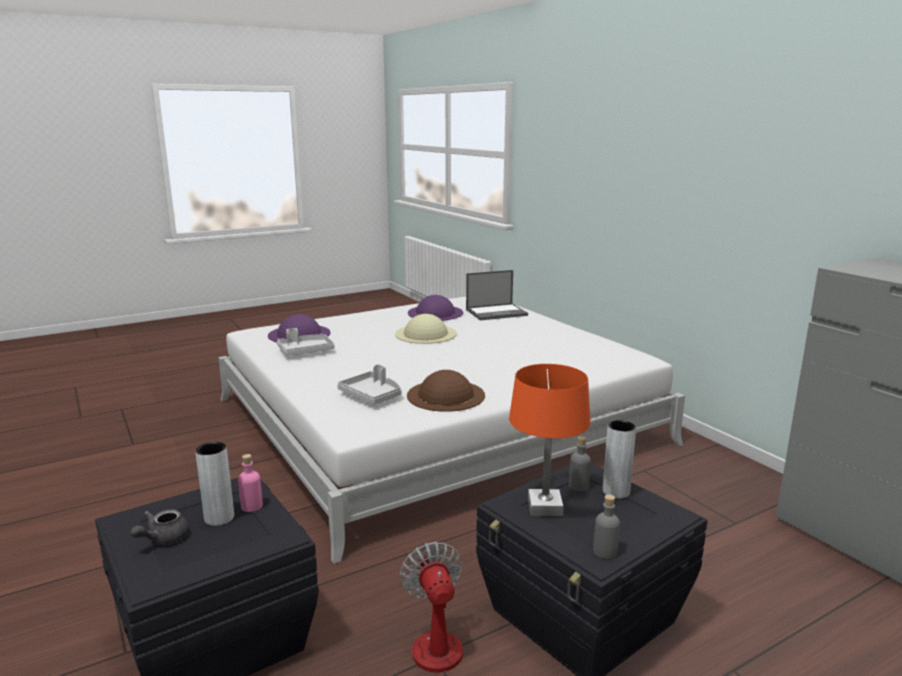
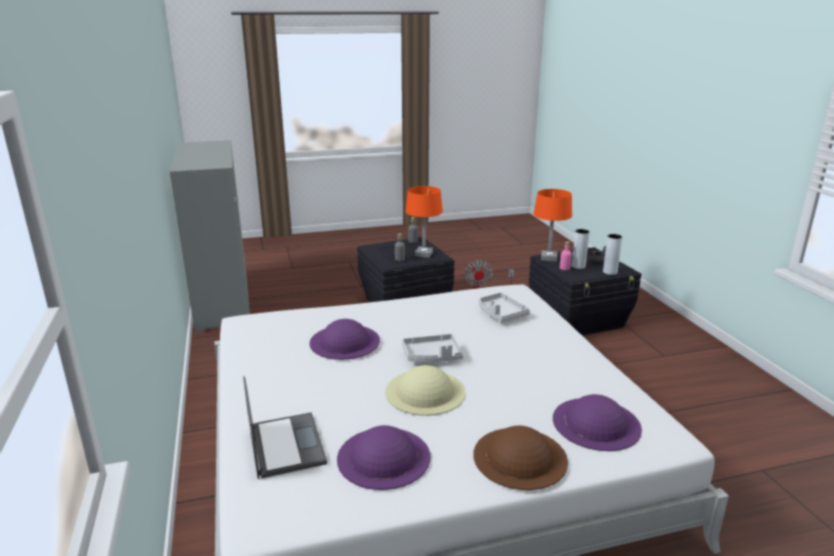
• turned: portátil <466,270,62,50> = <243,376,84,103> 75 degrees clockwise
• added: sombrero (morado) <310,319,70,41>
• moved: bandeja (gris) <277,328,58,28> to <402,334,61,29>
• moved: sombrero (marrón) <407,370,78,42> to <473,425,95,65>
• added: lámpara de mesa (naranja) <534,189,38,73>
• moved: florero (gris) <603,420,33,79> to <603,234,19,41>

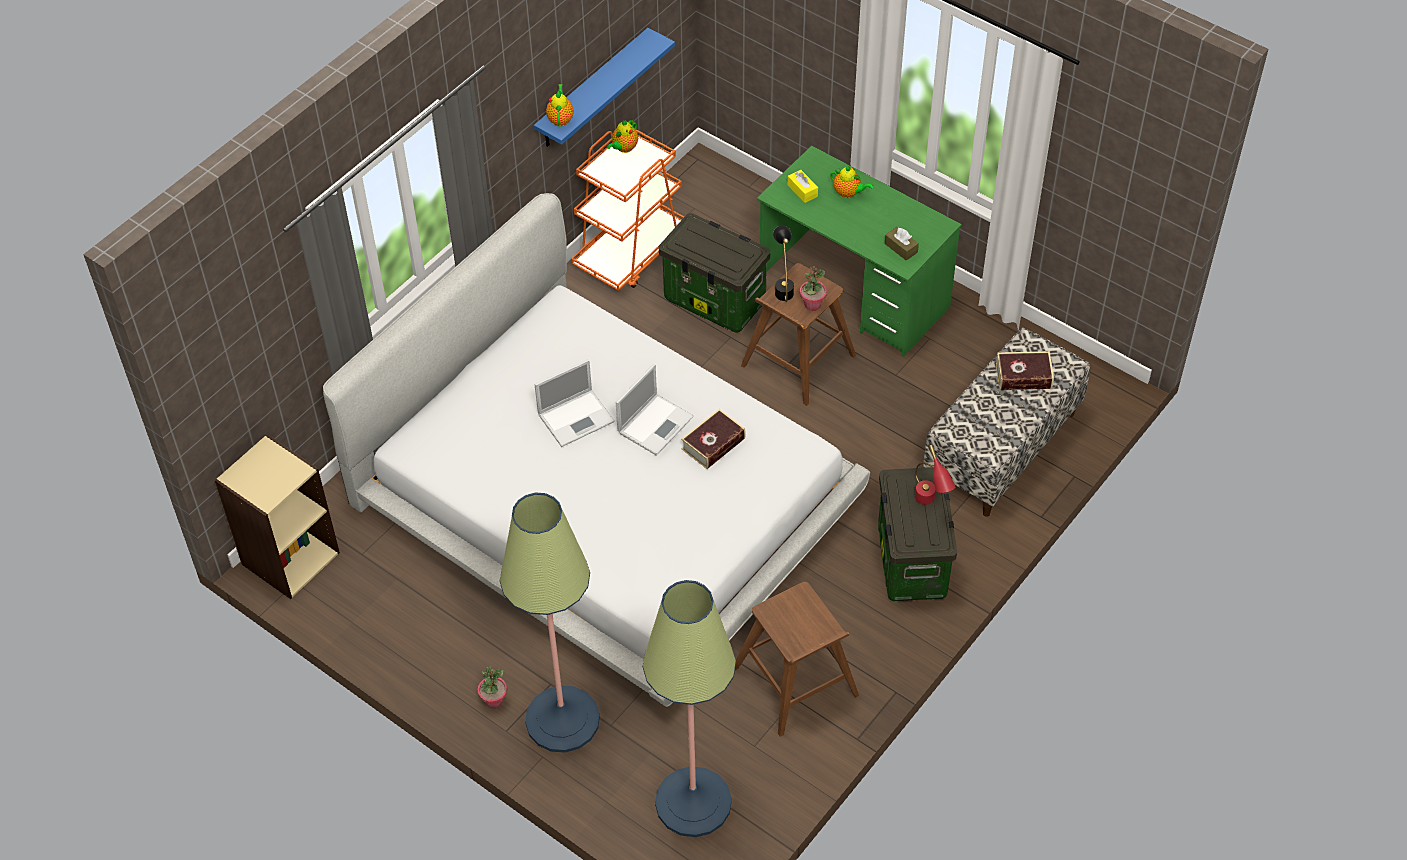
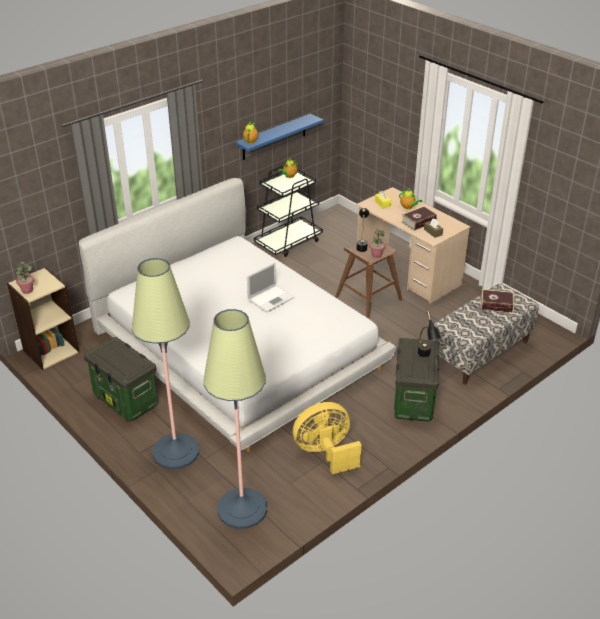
• moved: planta en maceta <478,666,29,42> to <16,262,18,32>
• moved: caja de almacenaje <659,213,111,119> to <84,337,74,84>
• recoloured: carrito (naranja) <571,129,113,162> to carrito (negro) <254,166,69,91>
• replaced: taburete (marrón) <735,582,124,155> to ventilador (amarillo) <293,402,68,72>
• recoloured: escritorio (verde) <757,146,205,211> to escritorio (beis) <356,187,115,117>
• moved: libro <681,409,65,60> to <401,206,36,25>
• recoloured: lámpara de mesa (rojo) <915,445,40,60> to lámpara de mesa (negro) <418,311,23,46>
• removed: portátil <535,359,80,88>

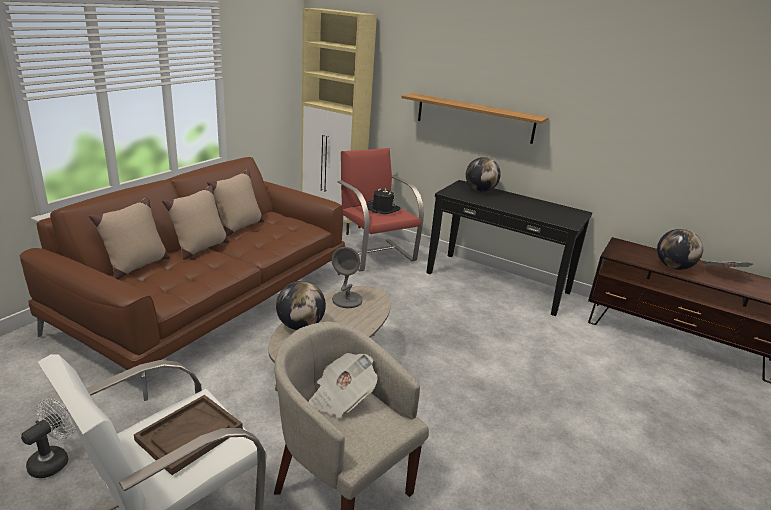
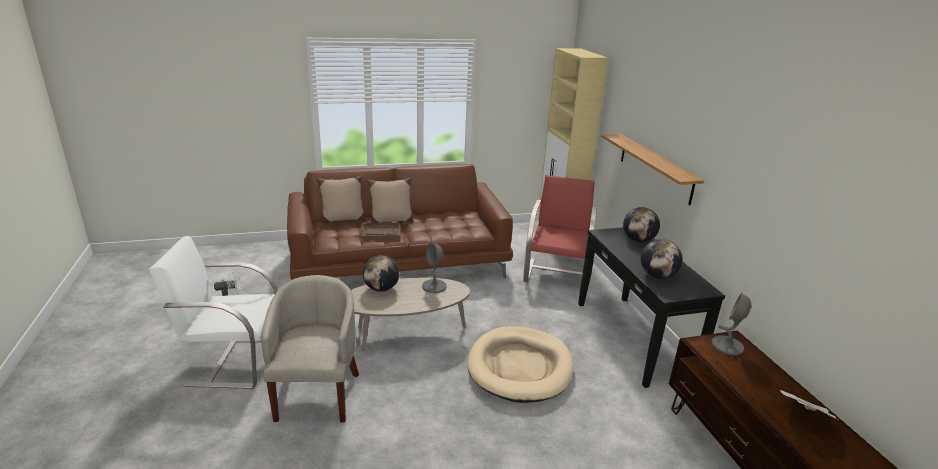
• moved: bandeja (marrón) <134,395,109,80> to <361,223,39,16>
• added: cama para perro (beis) <467,326,107,77>
• moved: globo terráqueo <657,229,46,41> to <640,239,43,40>
• added: lámpara de mesa (gris) <712,293,40,63>
• removed: cojín (beis) <207,169,57,67>
• removed: periódico <308,353,70,65>
• removed: sombrero (negro) <366,188,35,26>

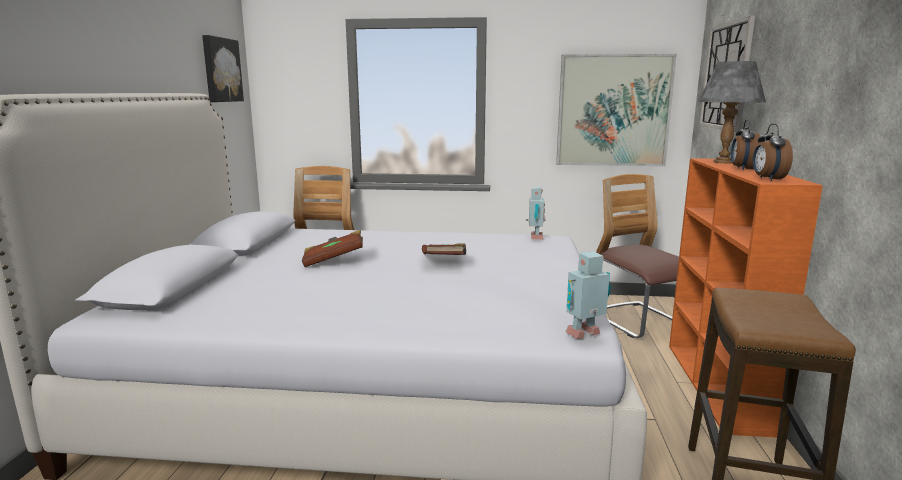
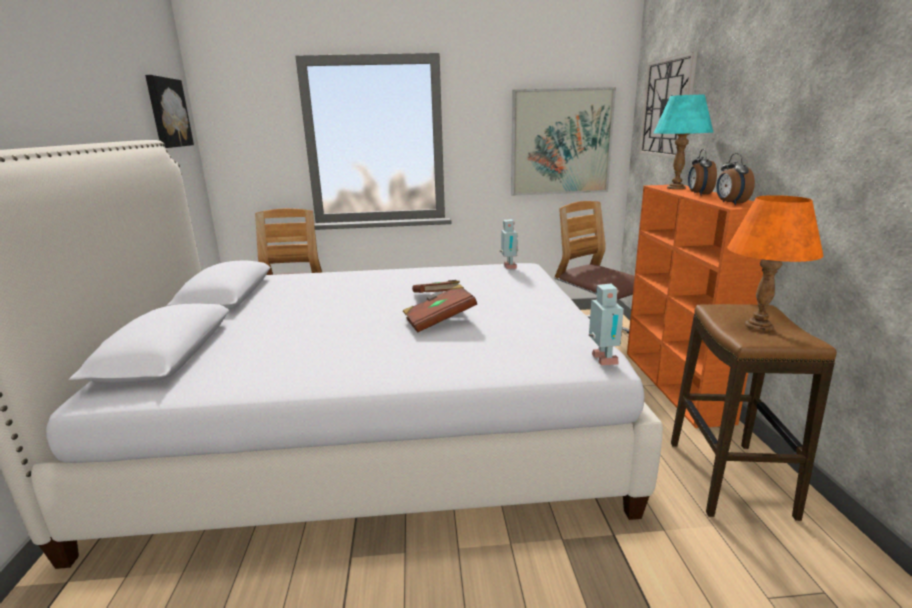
• moved: libro (marrón) <302,230,61,37> to <403,284,74,49>
• turned: robot de juguete <566,251,45,88> = <589,284,35,81> 120 degrees clockwise
• recoloured: lámpara de mesa (gris) <698,61,68,102> to lámpara de mesa (turquesa) <654,95,59,94>
• added: lámpara de mesa (naranja) <727,195,96,136>

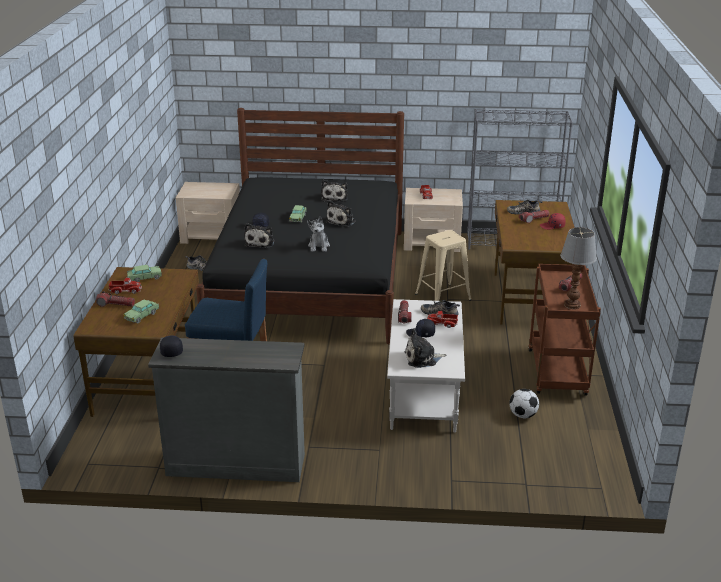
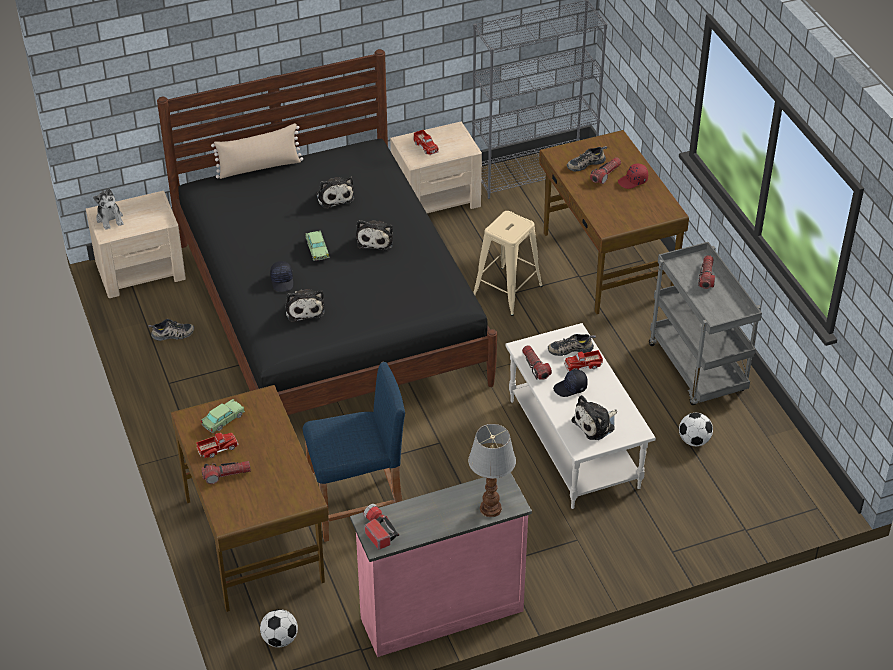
• moved: peluche <307,216,23,36> to <93,188,31,42>
• added: cojín (beis) <211,123,92,56>
• added: balón de fútbol <260,609,38,38>
• recoloured: cómoda (gris) <148,337,157,145> to cómoda (rosa) <350,472,182,185>
• replaced: gorra (negro) <160,335,23,22> to linterna <363,504,36,46>
• moved: lámpara de mesa <560,227,37,82> to <468,424,48,93>
• recoloured: carrito (marrón) <528,264,73,131> to carrito (gris) <649,242,113,163>
• removed: coche de juguete <124,300,35,24>

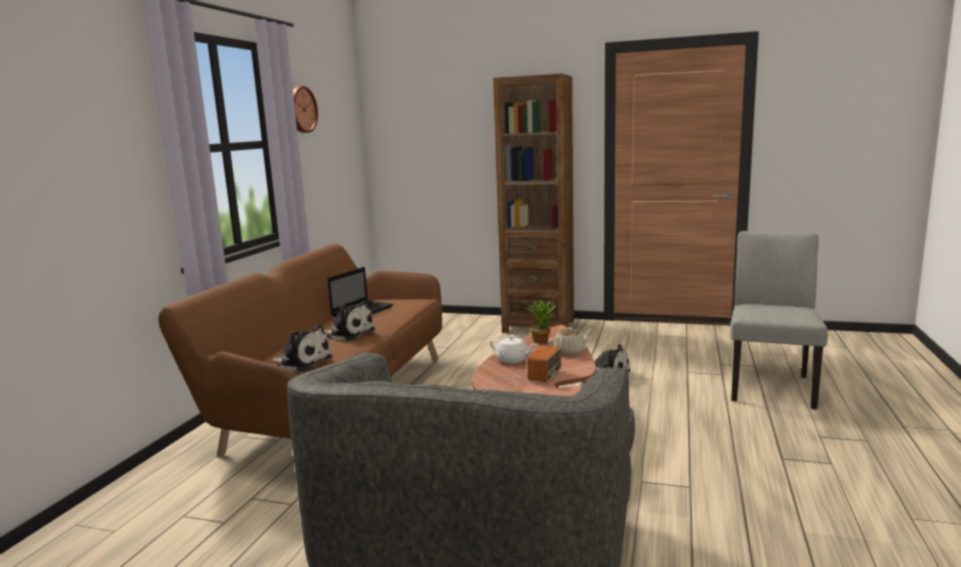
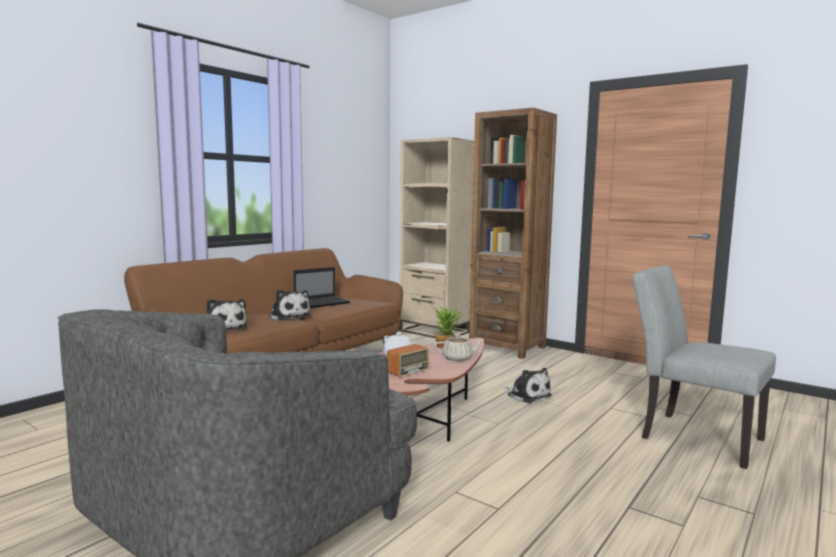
• added: estantería (beis) <399,137,75,201>
• turned: silla (gris) <730,231,98,179> = <632,265,144,204> 90 degrees counterclockwise
• removed: reloj de pared <293,86,25,47>

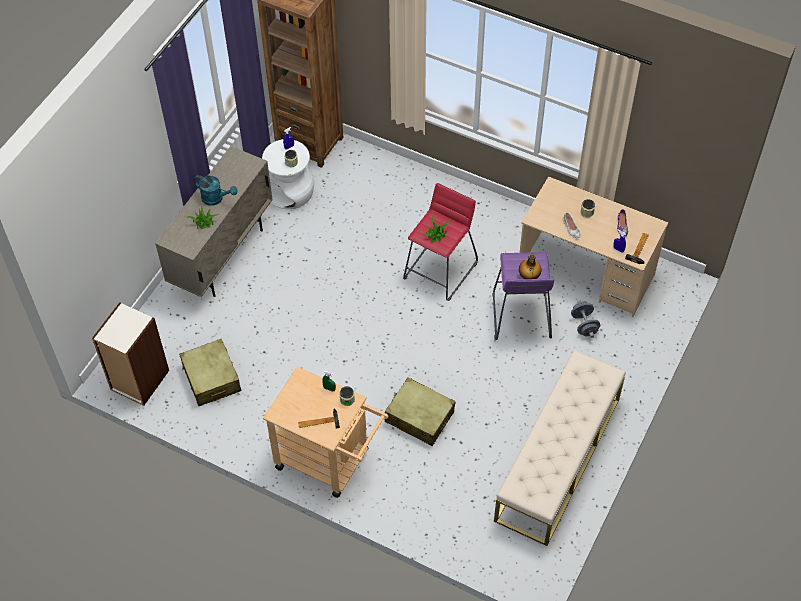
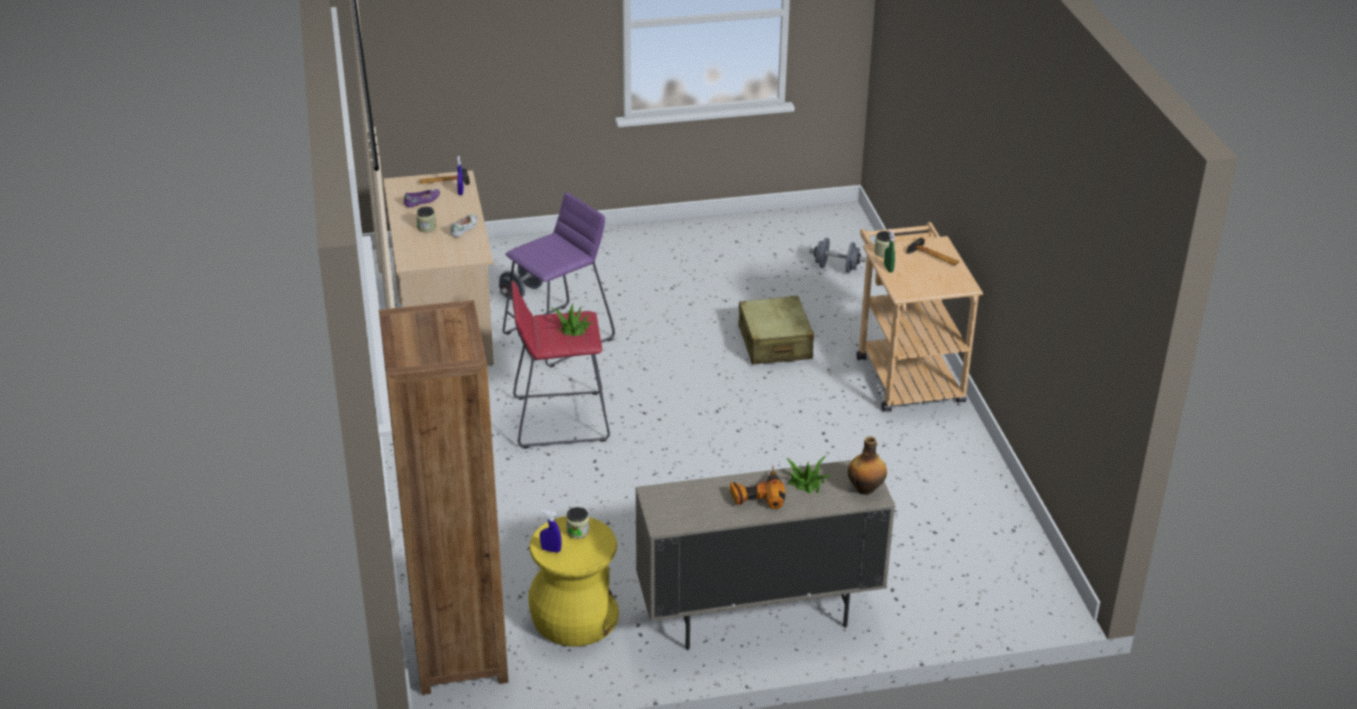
• recoloured: taburete (blanco) <262,139,52,70> to taburete (amarillo) <528,516,91,130>
• replaced: regadera (turquesa) <194,175,44,31> to taladro <730,466,55,43>
• added: mancuerna (gris) <809,238,57,35>
• moved: botella <519,254,22,25> to <848,437,39,58>
• removed: estantería <92,302,77,104>
• removed: maleta (beis) <179,339,63,67>
• removed: banco (beis) <494,350,132,196>

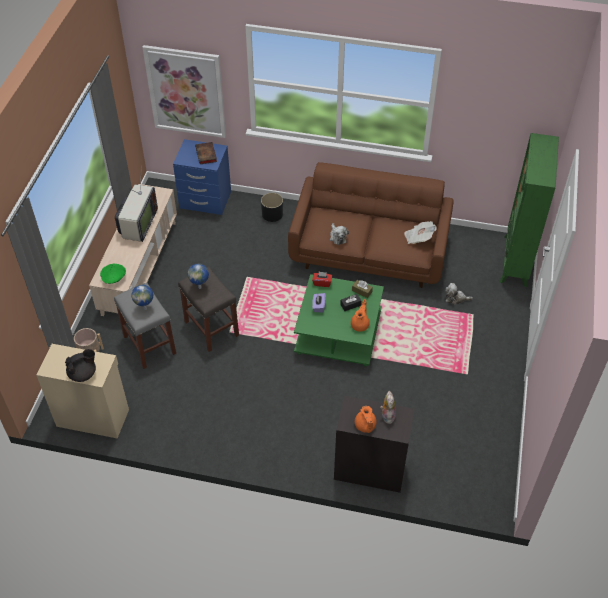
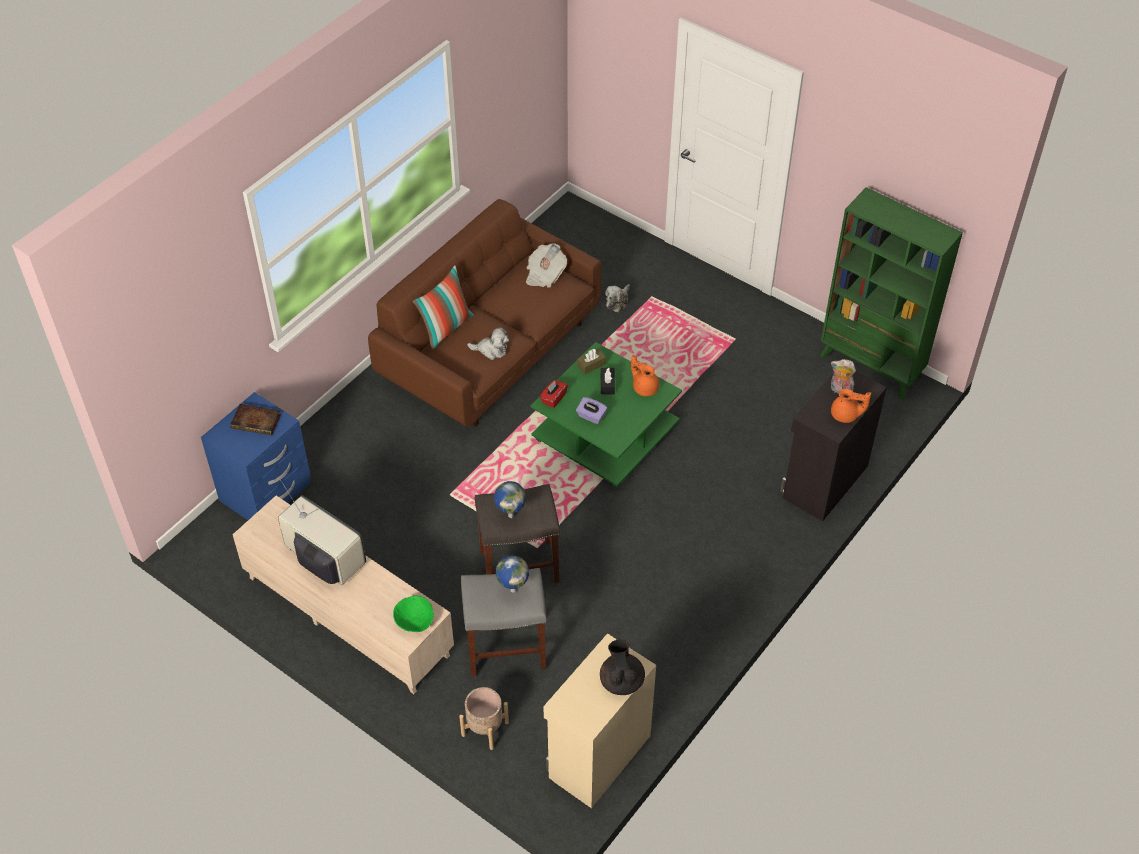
• added: cojín <413,265,60,85>
• moved: estantería (verde) <499,133,60,154> to <820,187,143,212>
• removed: cuadro <142,45,84,93>
• removed: maceta (negro) <261,193,22,29>

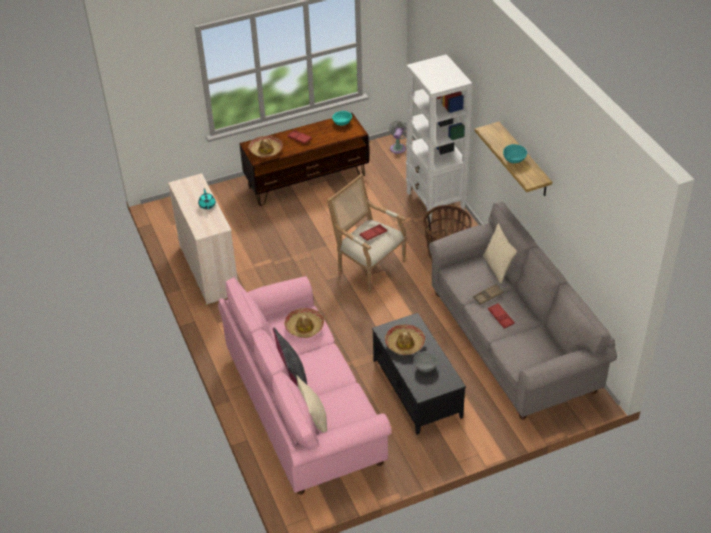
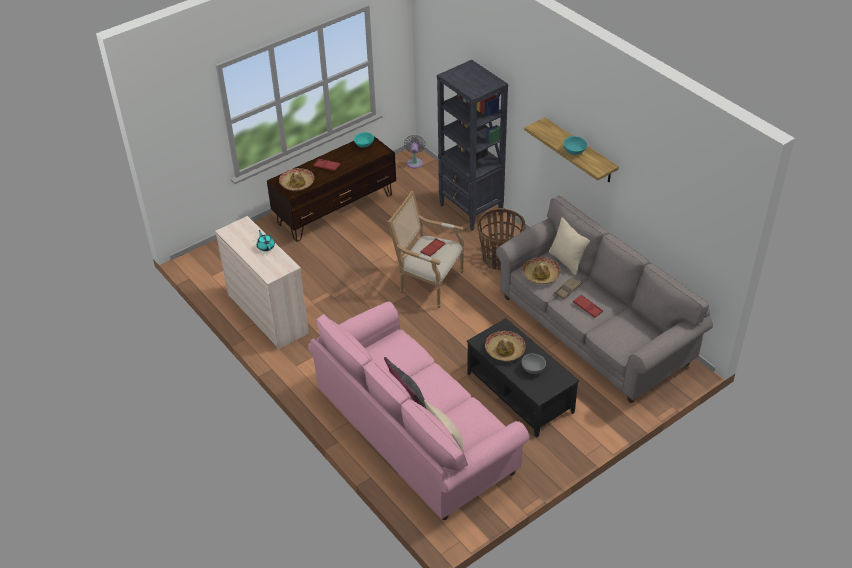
• recoloured: estantería (blanco) <406,54,66,169> to estantería (negro) <437,60,71,171>
• moved: sombrero <284,308,40,30> to <522,257,39,27>

